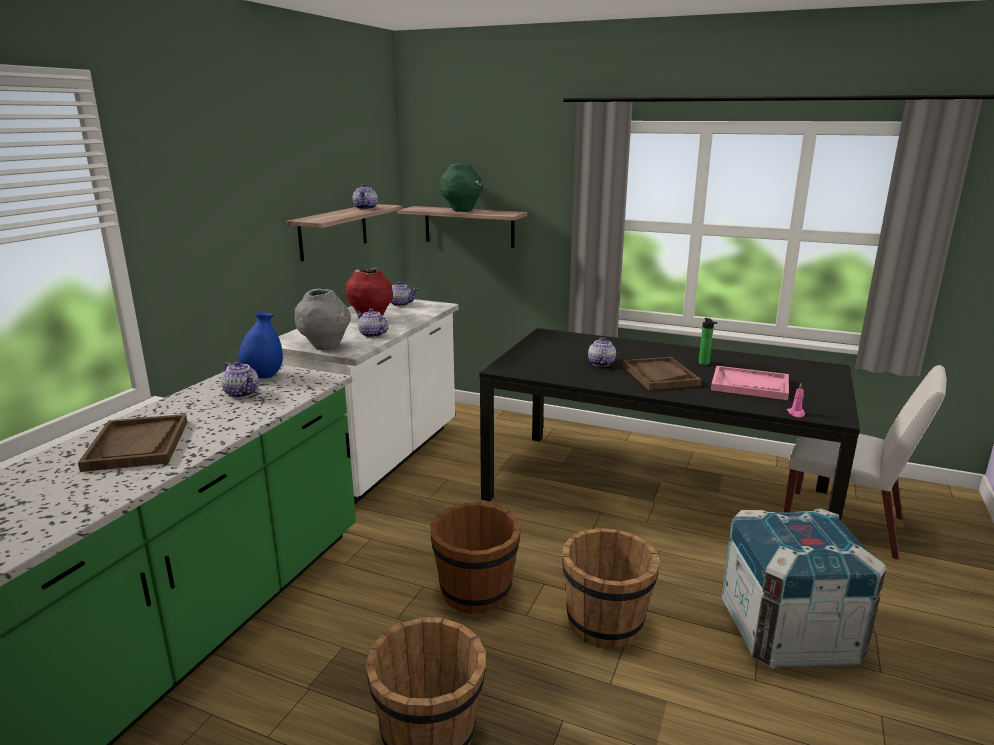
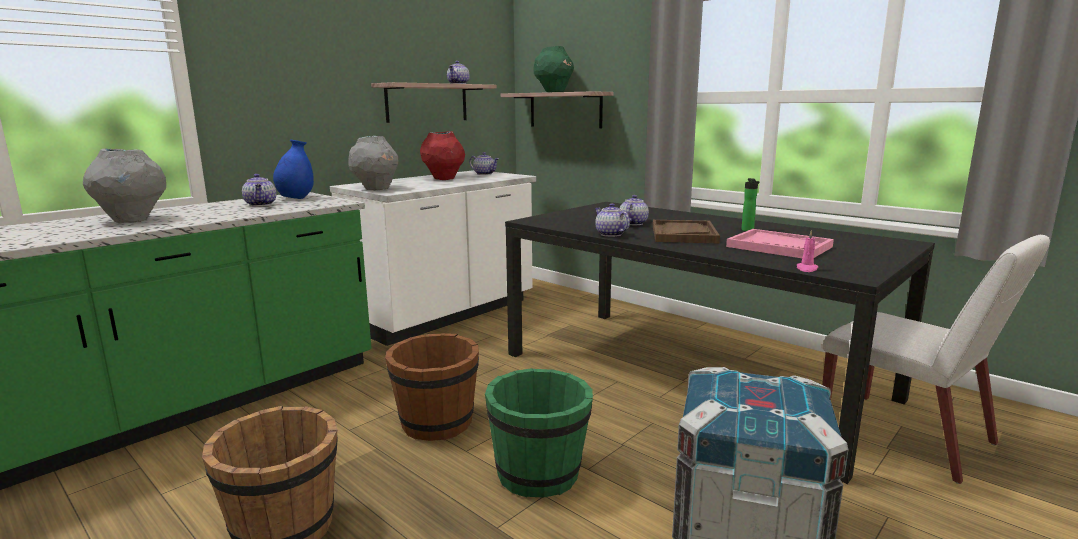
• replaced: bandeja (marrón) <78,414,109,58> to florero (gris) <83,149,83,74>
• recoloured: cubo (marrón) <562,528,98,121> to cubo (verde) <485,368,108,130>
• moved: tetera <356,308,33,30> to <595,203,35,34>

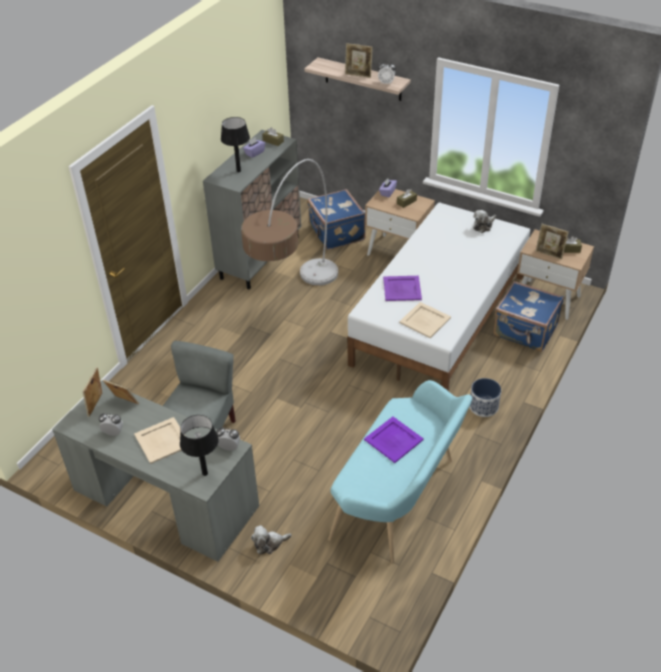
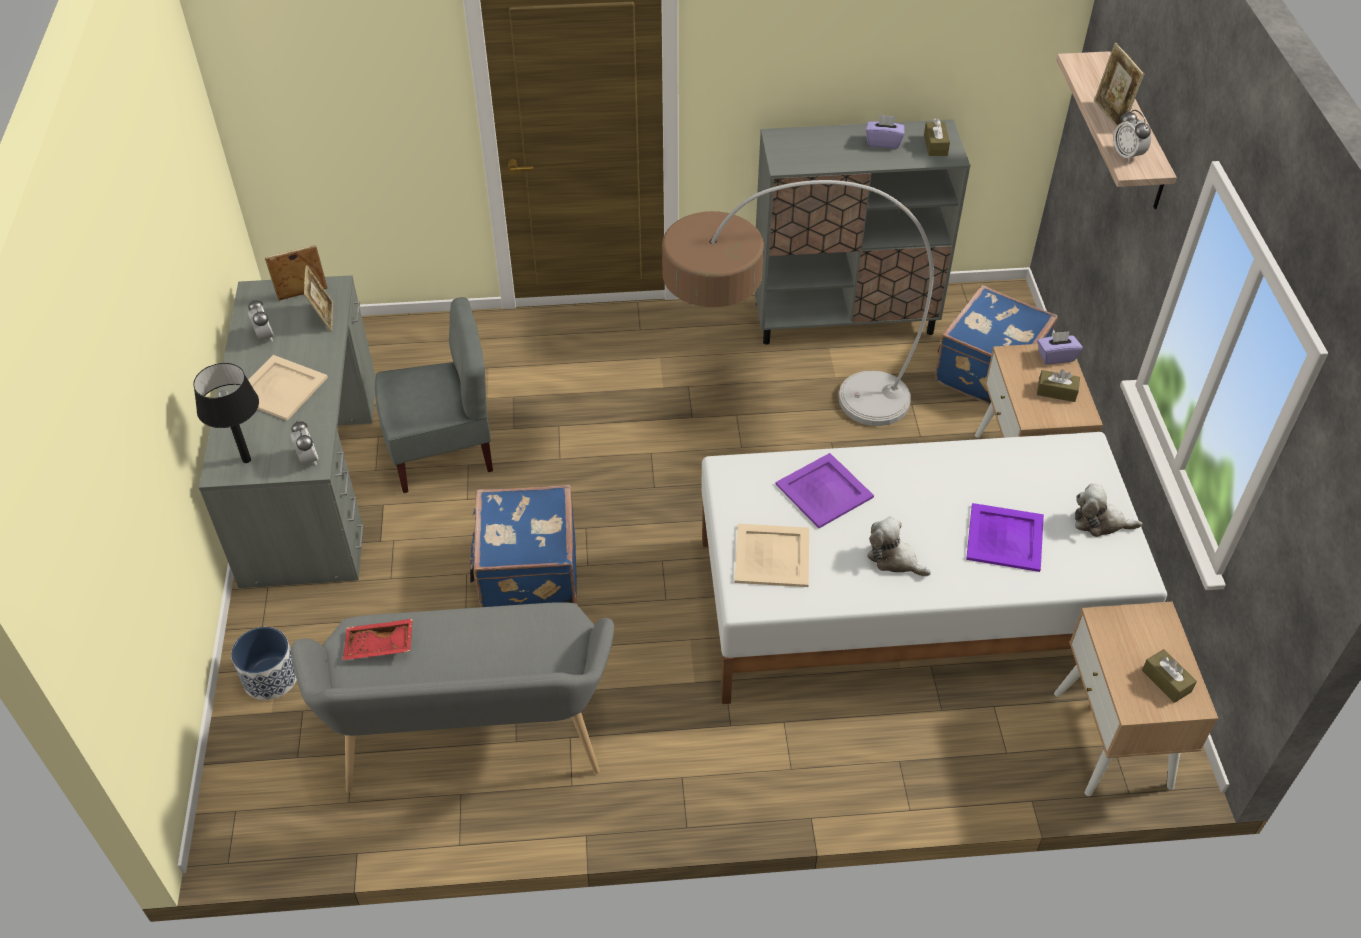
• moved: maceta <470,378,31,39> to <231,627,66,73>
• recoloured: banco (turquesa) <328,380,144,183> to banco (gris) <291,602,323,190>
• added: bandeja (rojo) <343,619,70,41>
• moved: maleta (azul) <493,281,71,71> to <469,485,108,122>
• moved: peluche <251,525,41,29> to <867,516,64,60>
• moved: bandeja (morado) <364,417,60,46> to <966,503,78,69>
• removed: lámpara de mesa (negro) <221,117,29,55>
• removed: portarretratos <536,224,33,35>

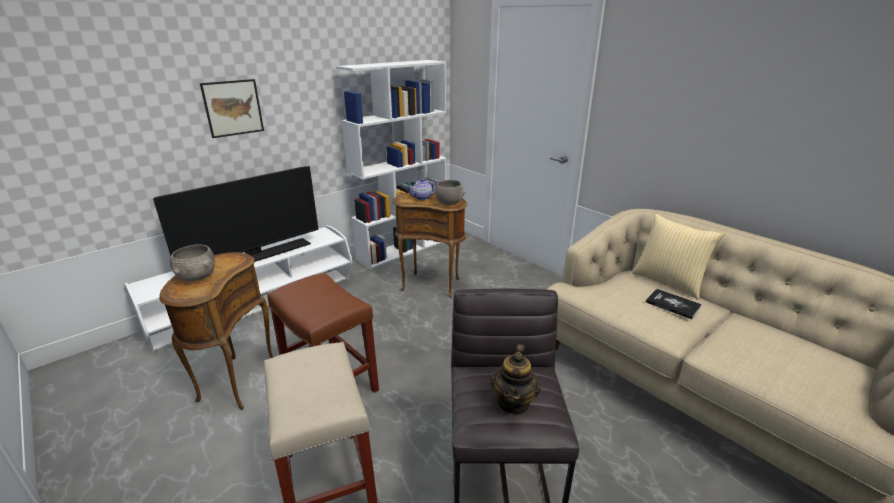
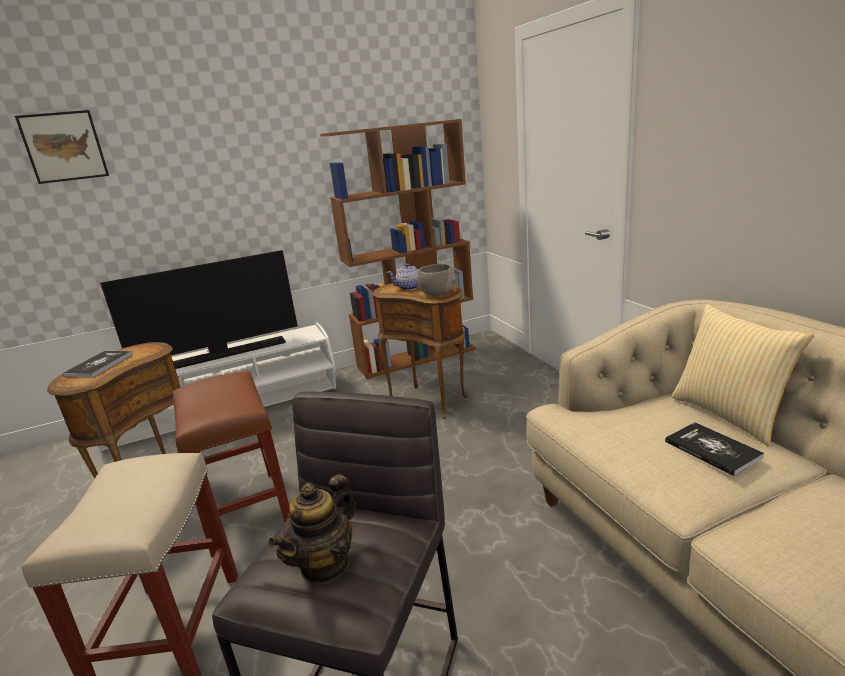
• moved: cuadro <200,79,64,59> to <15,110,94,74>
• replaced: cuenco (gris) <170,244,45,38> to libro <63,351,70,27>
• recoloured: estantería (blanco) <336,60,111,209> to estantería (marrón) <320,119,157,260>

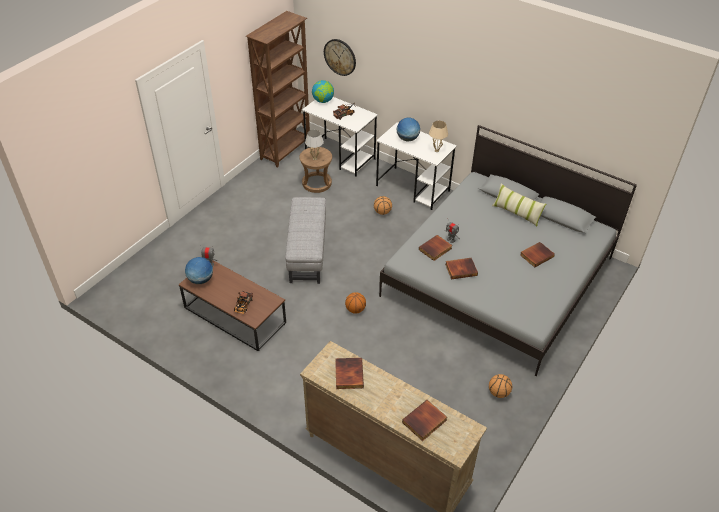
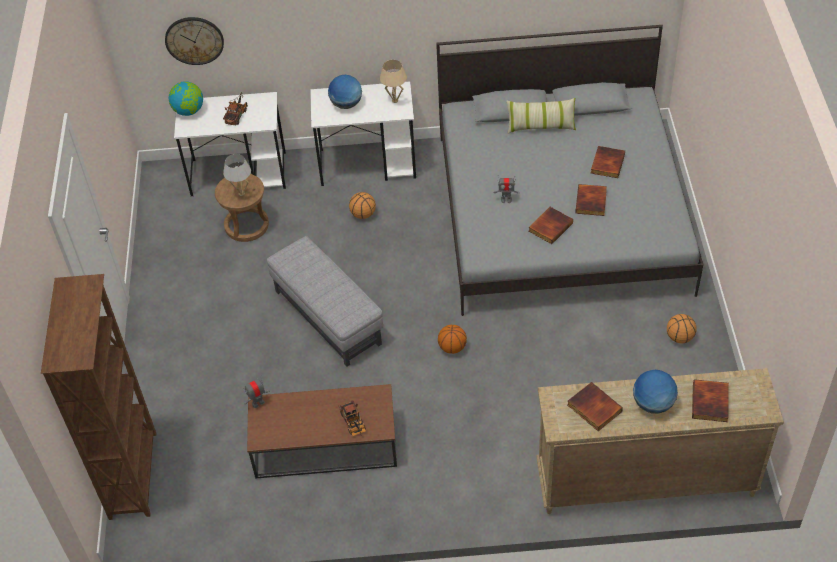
• moved: estantería (marrón) <246,11,64,157> to <41,274,115,246>
• moved: libro <419,235,33,26> to <575,184,32,32>
• moved: globo terráqueo <185,257,28,27> to <633,370,45,44>

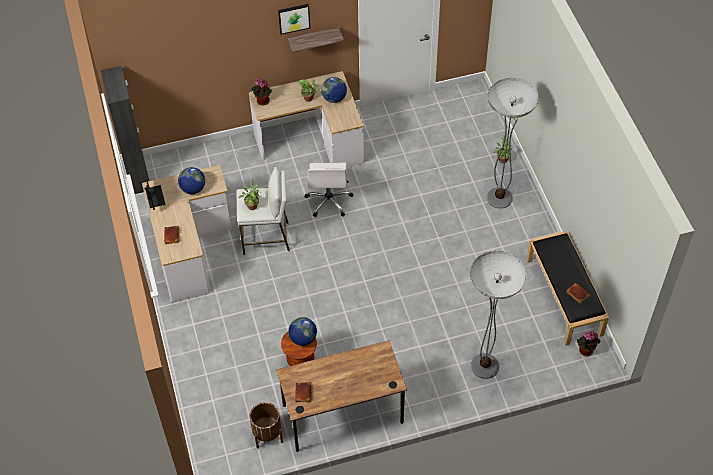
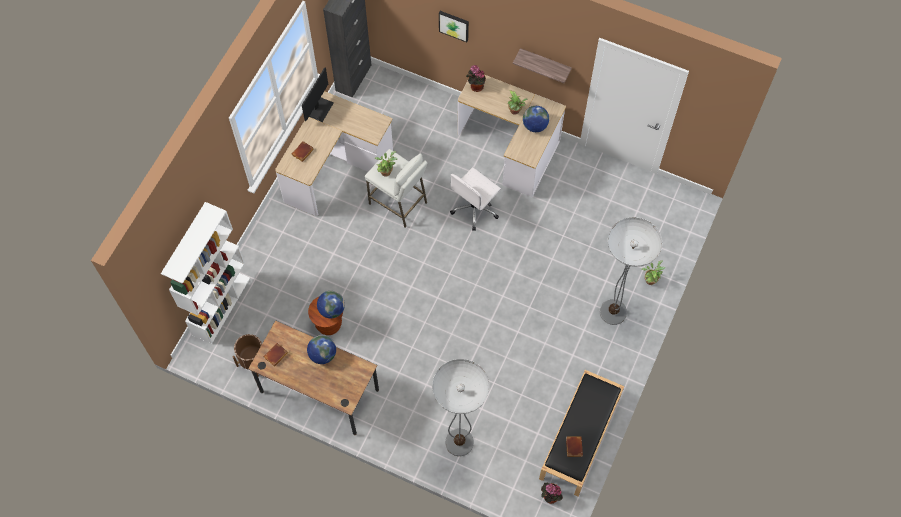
• added: estantería (blanco) <161,202,89,142>
• moved: globo terráqueo <178,167,27,27> to <307,335,29,29>
• moved: cuadro <278,4,32,31> to <439,11,30,31>

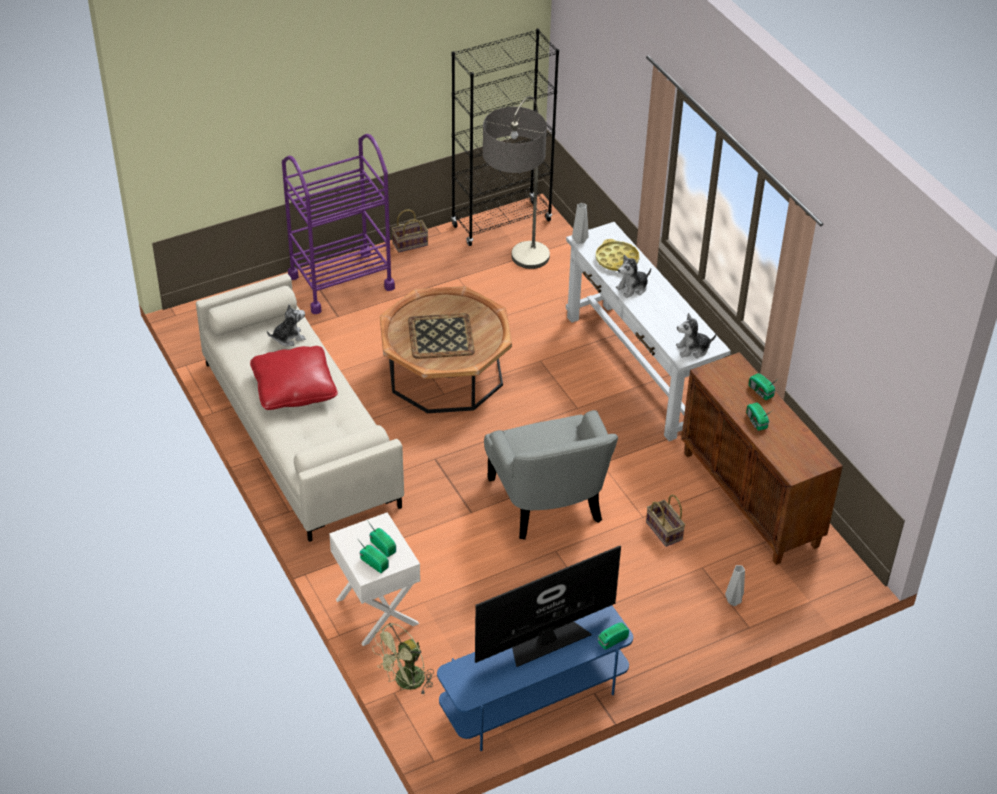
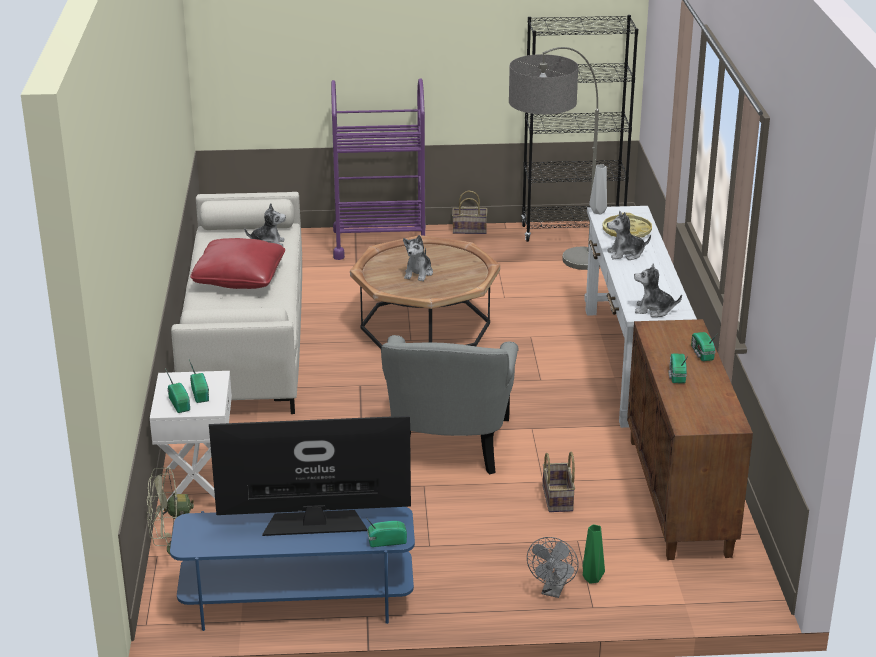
• replaced: bandeja <408,313,67,46> to peluche <403,235,30,46>
• added: ventilador (gris) <527,537,52,61>
• recoloured: florero (gris) <725,565,20,41> to florero (verde) <583,524,22,60>

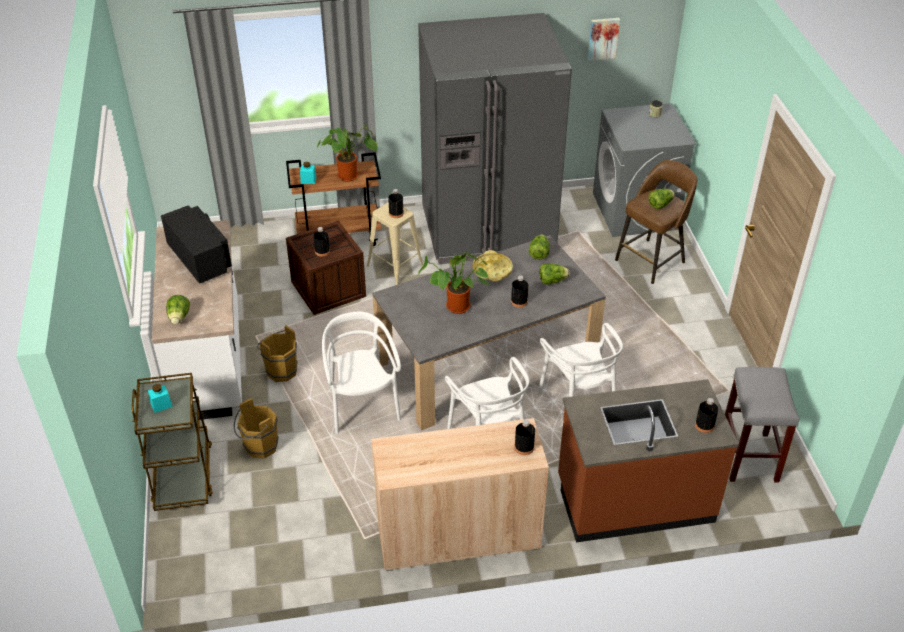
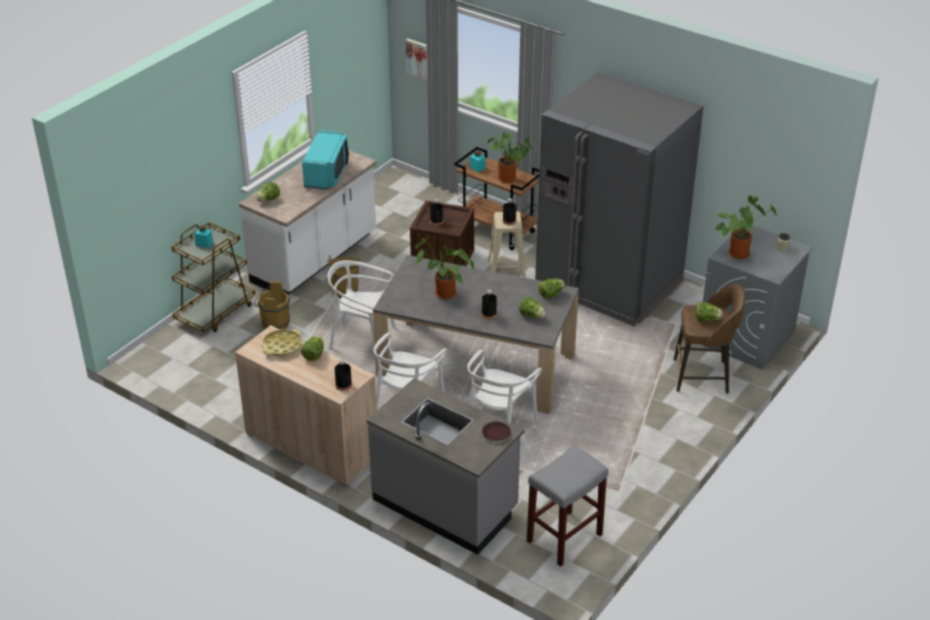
• moved: bandeja (amarillo) <473,250,40,32> to <262,329,40,27>
• added: lechuga <301,336,23,25>
• recoloured: microondas (negro) <161,205,71,79> to microondas (turquesa) <302,130,47,59>
• turned: silla (blanco) <322,311,79,123> = <328,260,68,89> 105 degrees counterclockwise
• recoloured: mueble bajo de cocina (marrón) <558,379,181,164> to mueble bajo de cocina (gris) <367,378,157,177>
• moved: cuadro <588,18,32,43> to <405,38,22,42>
• added: plato (marrón) <482,422,29,19>
• added: planta en maceta <715,196,62,63>
• removed: botella (negro) <695,398,23,35>

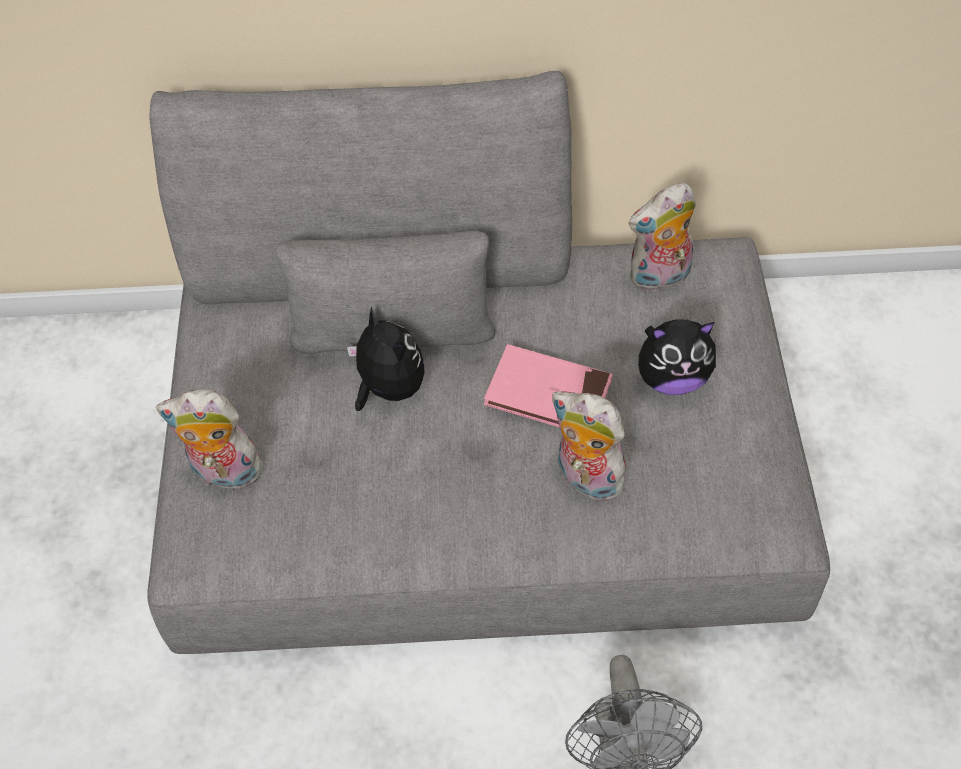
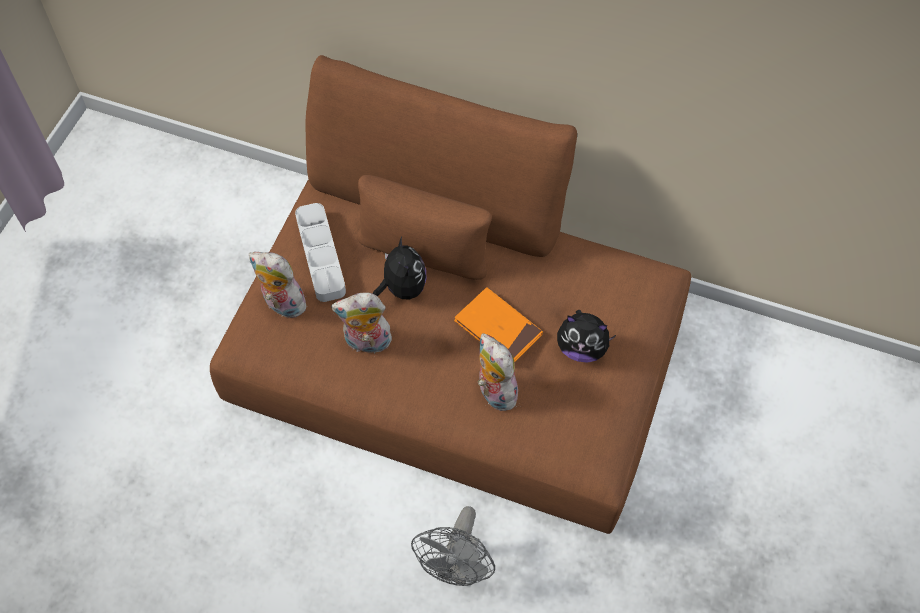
• recoloured: sofá (gris) <147,71,683,583> to sofá (marrón) <210,55,481,479>
• added: bandeja (gris) <295,203,51,99>
• moved: peluche <628,183,68,109> to <331,293,64,60>
• recoloured: libro (rosa) <484,344,129,83> to libro (naranja) <454,287,89,75>

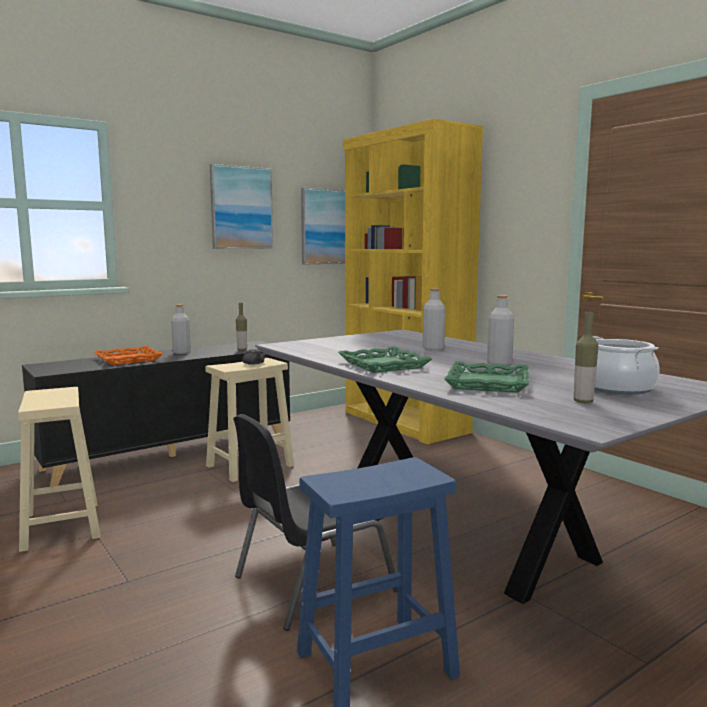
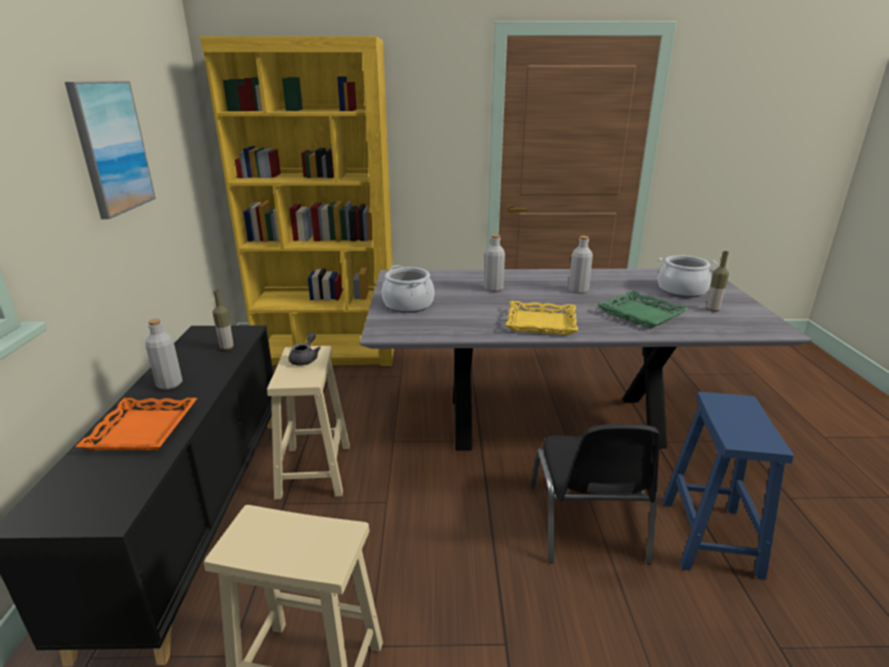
• added: olla <382,265,52,48>
• recoloured: bandeja (verde) <338,347,94,26> to bandeja (amarillo) <506,301,72,34>
• removed: cuadro <301,188,44,77>

